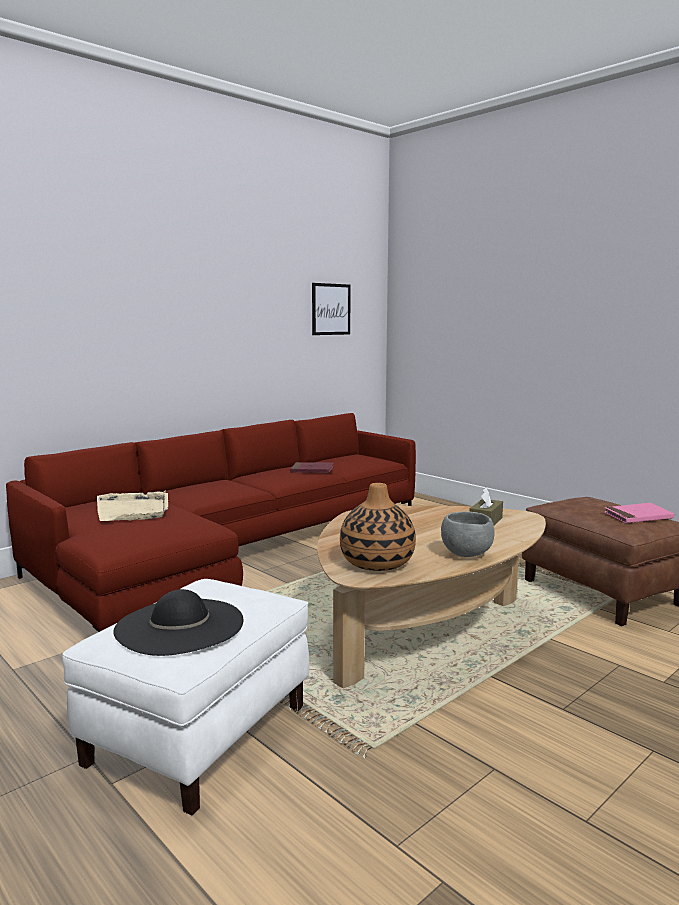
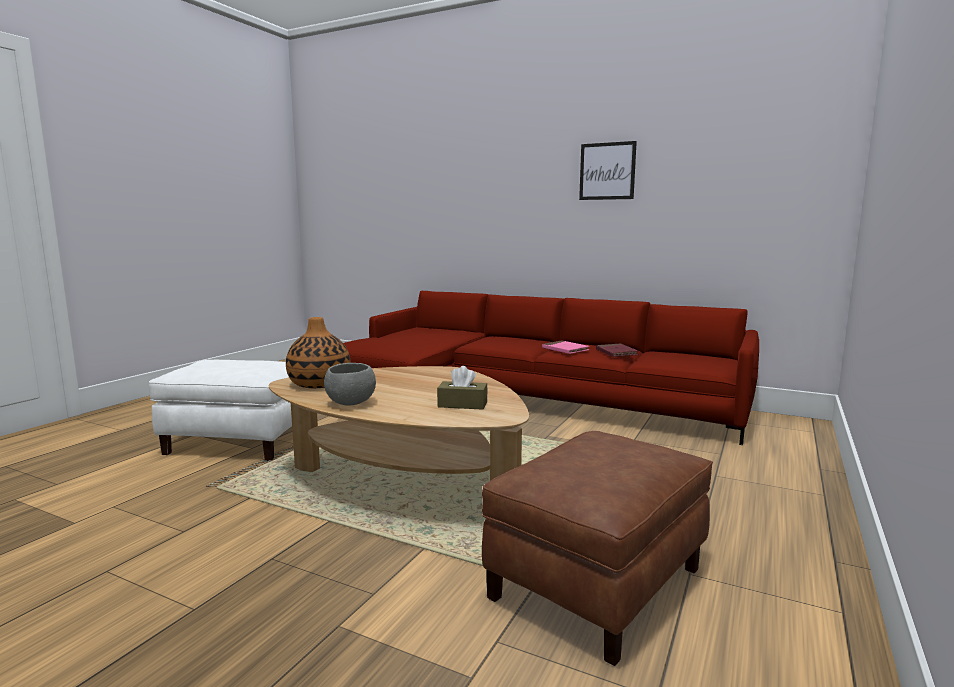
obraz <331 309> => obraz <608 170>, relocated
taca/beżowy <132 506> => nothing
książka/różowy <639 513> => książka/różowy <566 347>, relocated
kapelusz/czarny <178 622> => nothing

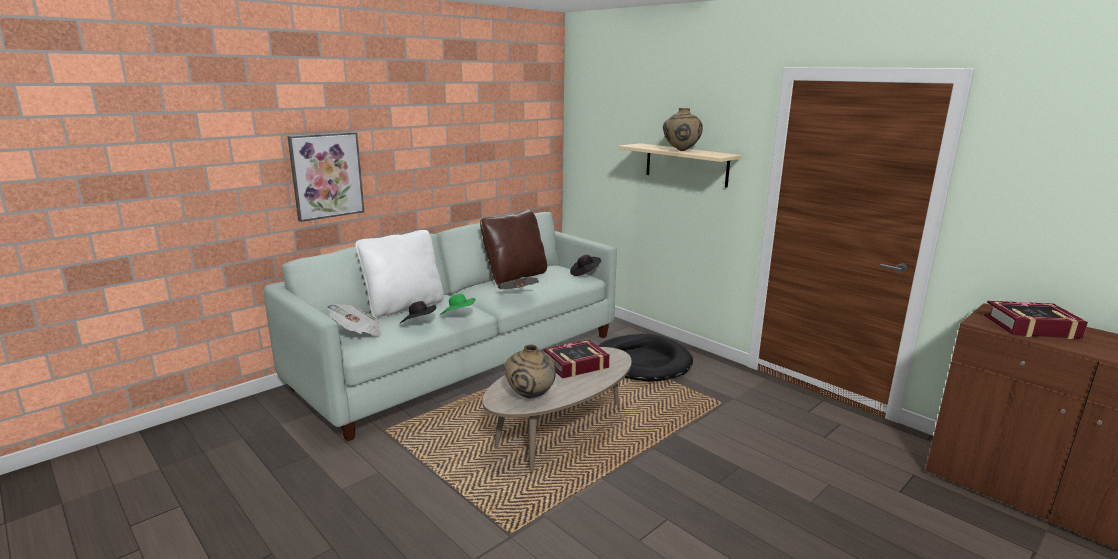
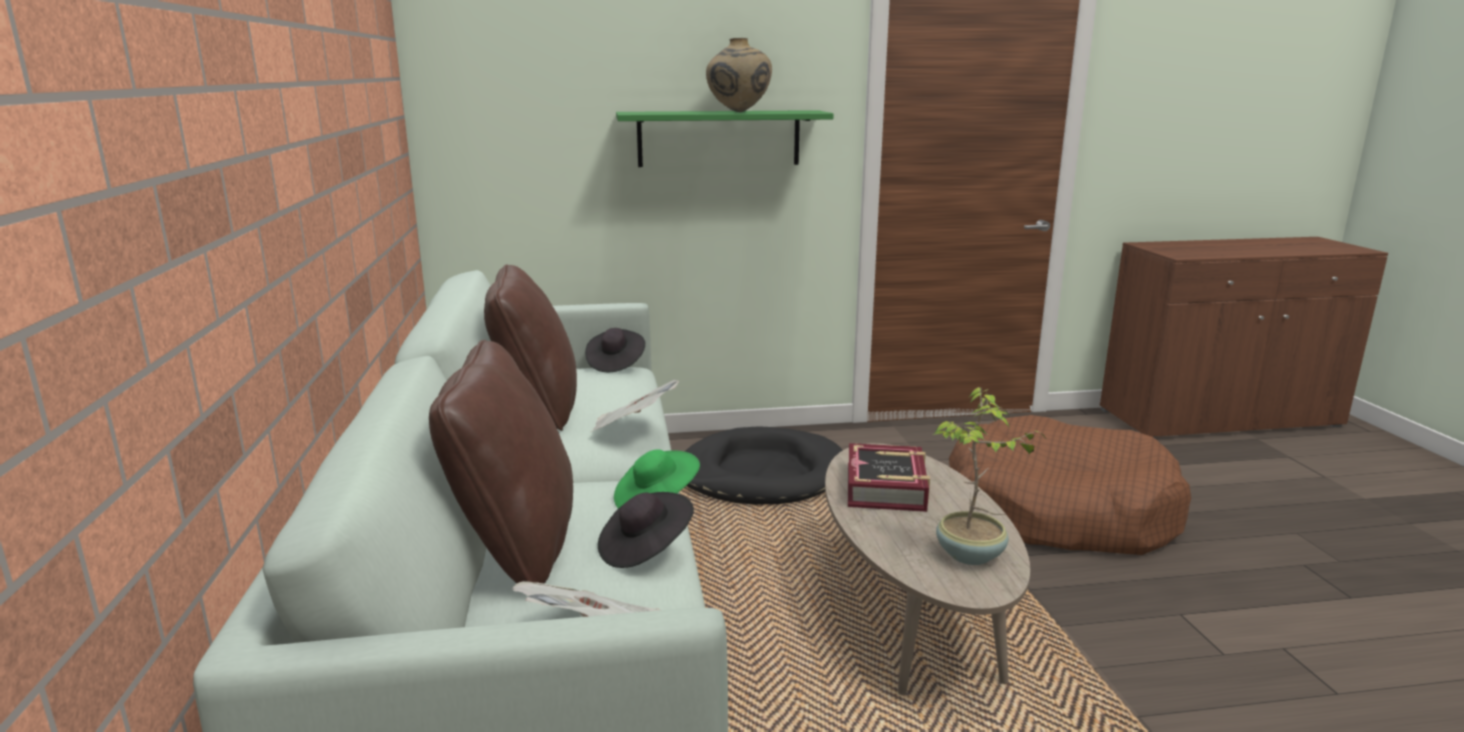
obraz <326 177> => nothing
półka/beżowy <680 165> => półka/zielony <725 138>
poduszka/biały <399 274> => poduszka/brązowy <501 461>
książka <1036 320> => nothing
wazon/beżowy <530 371> => roślina doniczkowa <989 476>
nothing => legowisko/brązowy <1070 485>

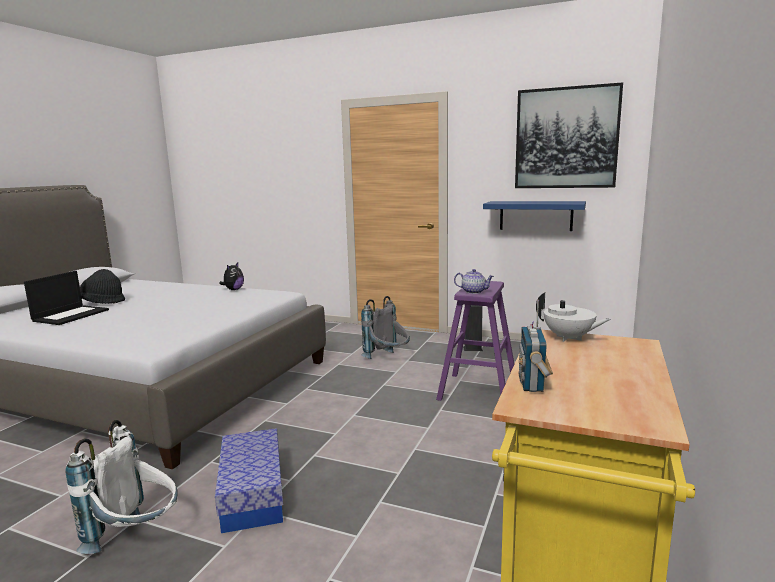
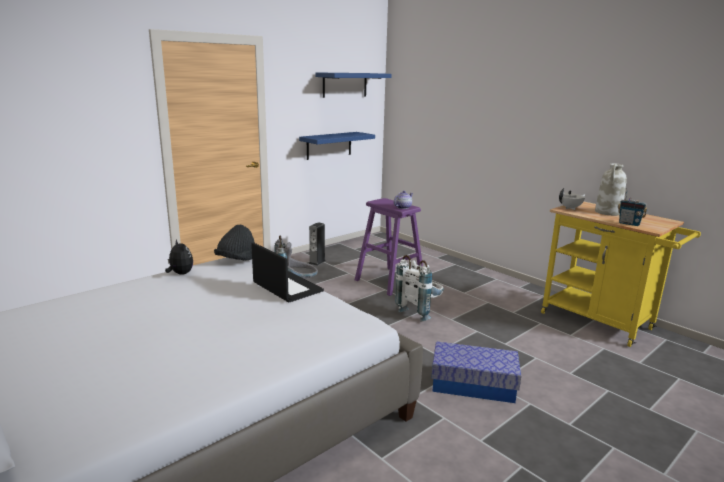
obraz <569 135> => półka/niebieski <354 85>
kapelusz/czarny <102 286> => kapelusz/czarny <234 242>, relocated
laptop <66 298> => laptop <287 272>, relocated
plecak/biały <121 487> => plecak/biały <419 288>, relocated
nothing => wazon/biały <611 190>

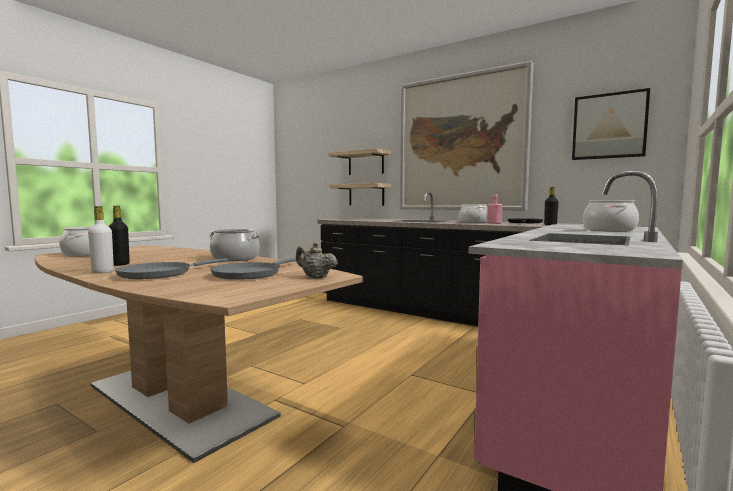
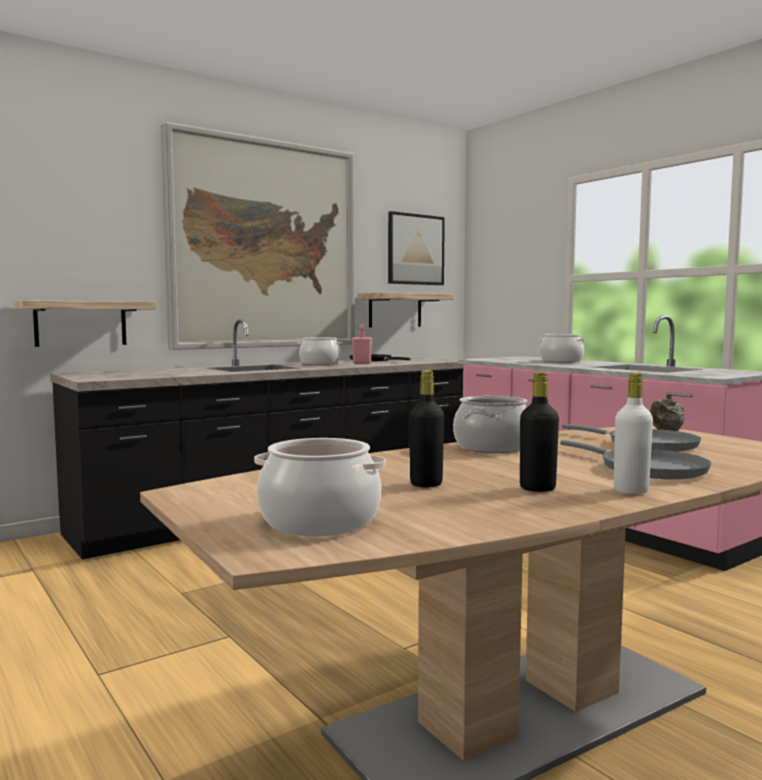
półka <360 161> => półka <406 309>, relocated
butelka/czarny <551 206> => butelka/czarny <426 428>, relocated

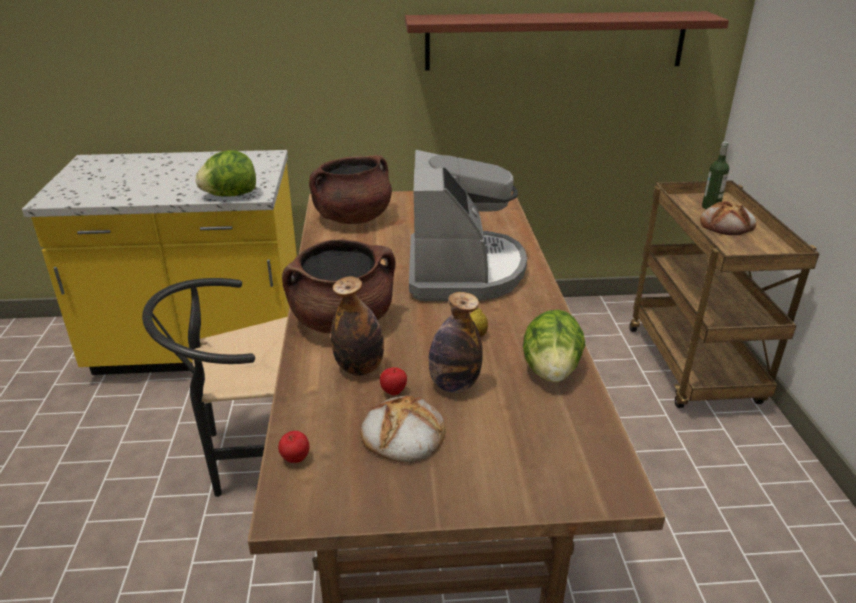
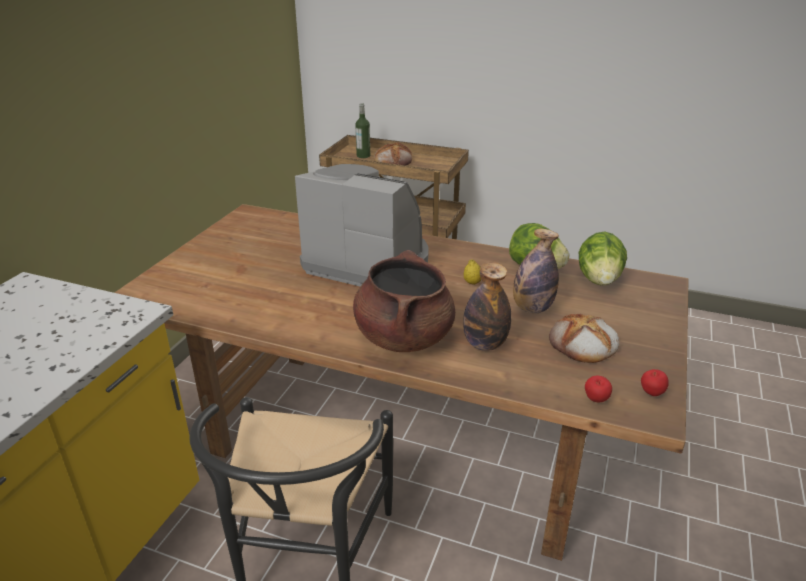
półka <567 41> => nothing
sałata <226 173> => sałata <602 258>, relocated
garnek/brązowy <350 189> => nothing
jabłko <393 381> => jabłko <655 382>, relocated

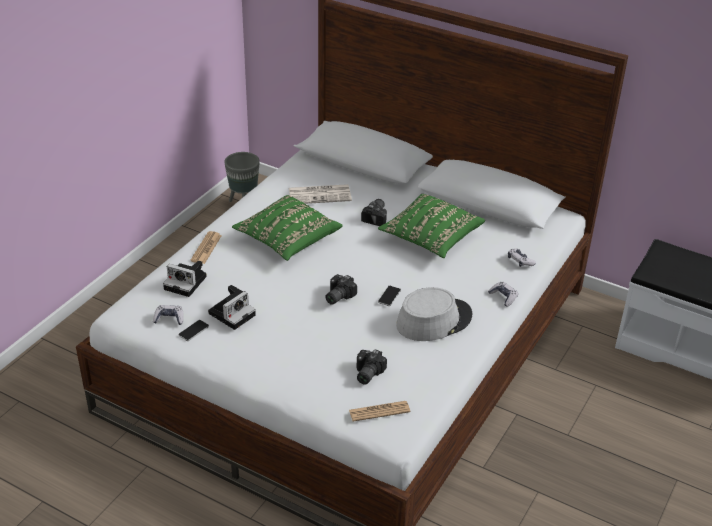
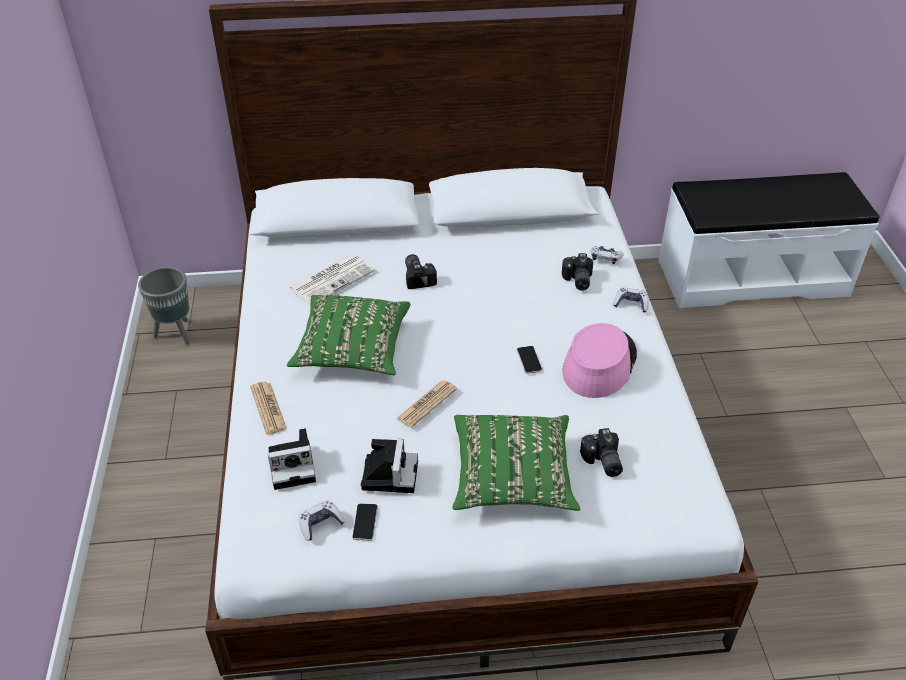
poduszka/zielony <431 226> => poduszka/zielony <516 463>, relocated
aparat fotograficzny <341 289> => aparat fotograficzny <577 272>, relocated
kapelusz/szary <434 314> => kapelusz/różowy <599 360>
gazeta <379 411> => gazeta <426 404>, relocated

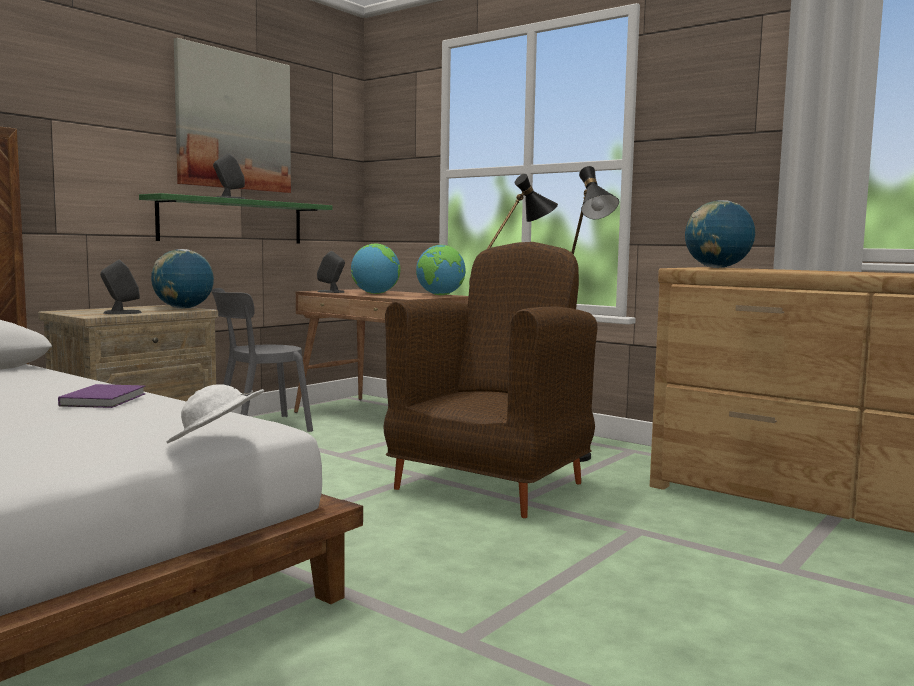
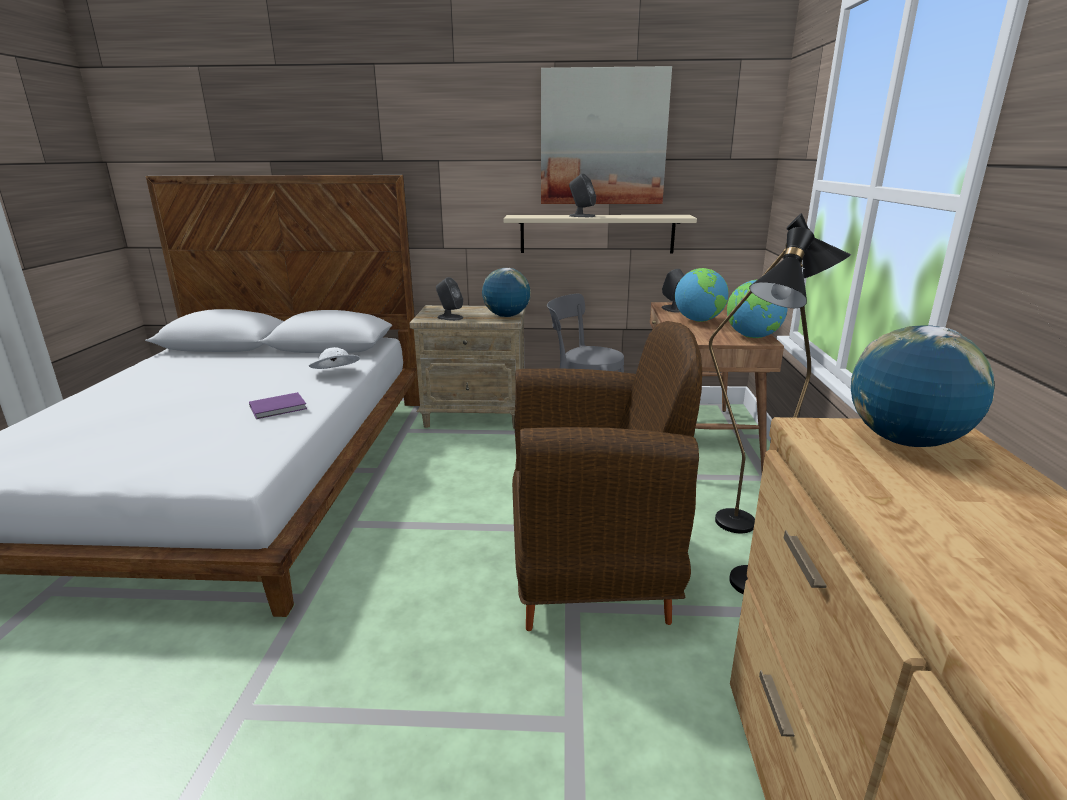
półka/zielony <235 218> => półka/beżowy <600 234>
kapelusz/biały <215 413> => kapelusz/biały <334 358>, relocated

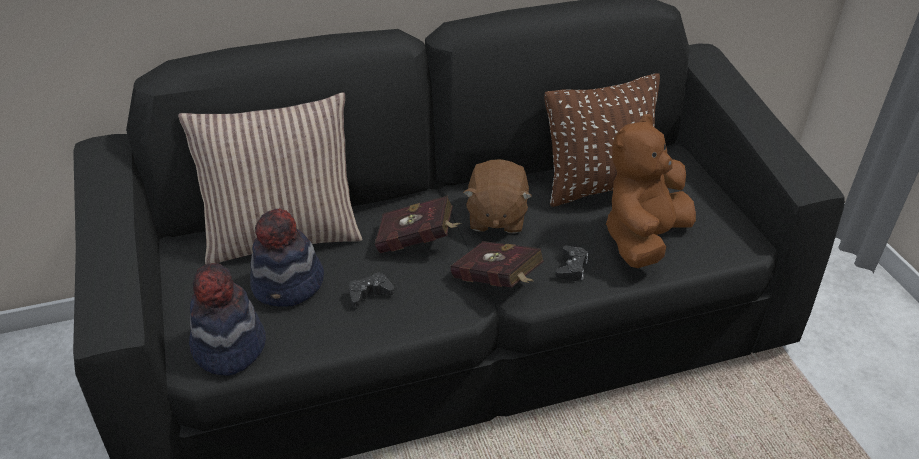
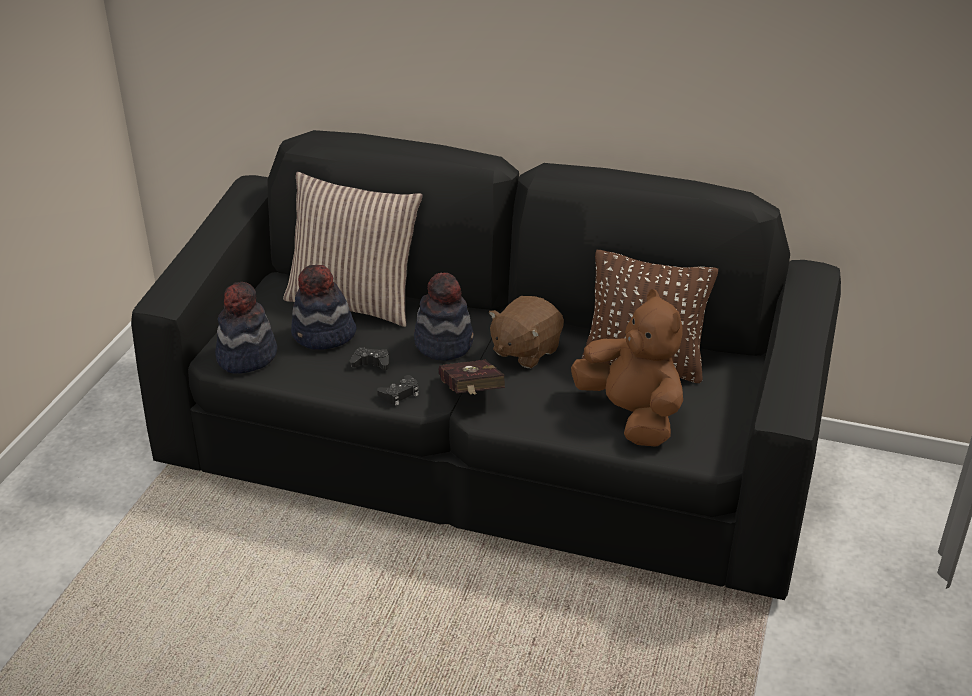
pluszak/brązowy <651 191> => pluszak/brązowy <627 367>, 75 degrees clockwise
książka/czerwony <418 224> => kapelusz <444 316>
pad do gier/czarny <571 263> => pad do gier/czarny <398 390>, relocated

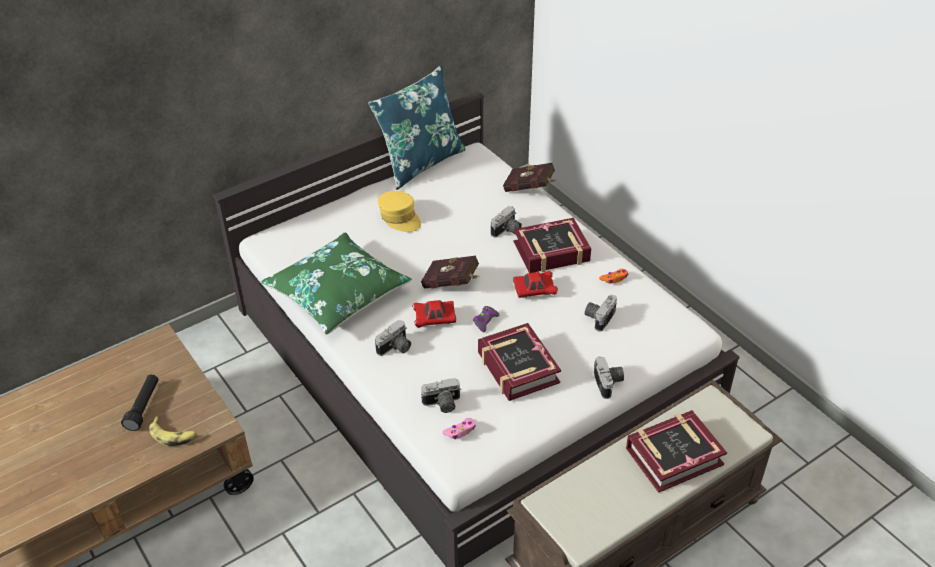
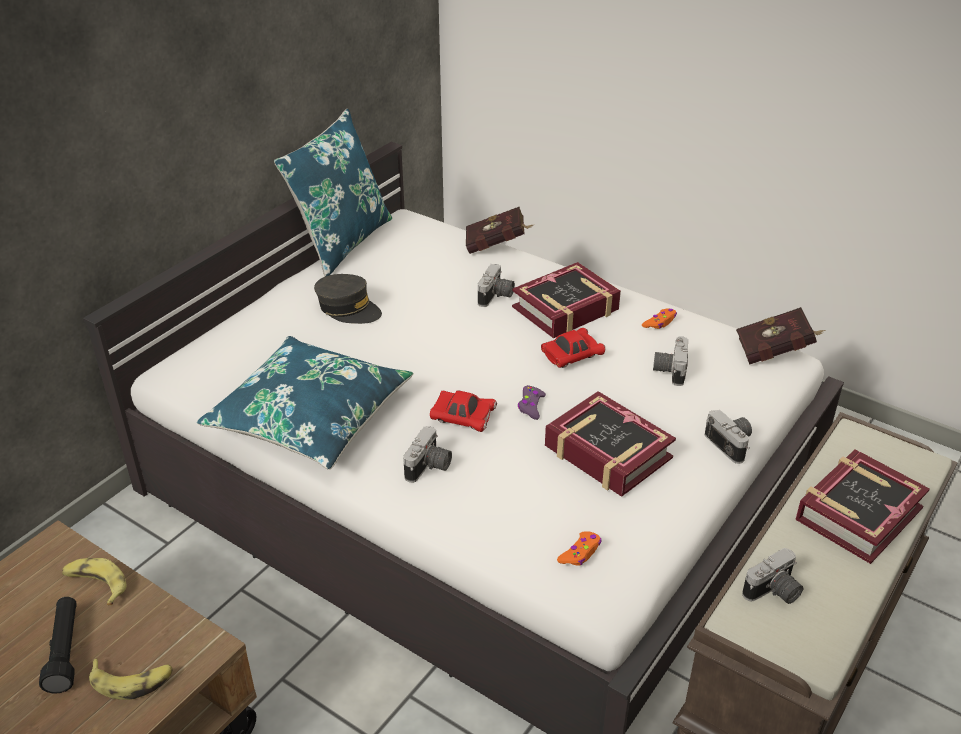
czapka z daszkiem/żółty <399 211> => czapka z daszkiem/szary <348 299>
poduszka/zielony <336 283> => poduszka/niebieski <305 403>
książka/czerwony <450 272> => książka/czerwony <781 336>, relocated
samochodzik/czerwony <434 314> => samochodzik/czerwony <463 411>, 135 degrees counterclockwise
aparat fotograficzny <441 395> => aparat fotograficzny <773 576>, relocated
pad do gier/różowy <459 428> => pad do gier/pomarańczowy <579 548>
nothing => banan <94 581>

